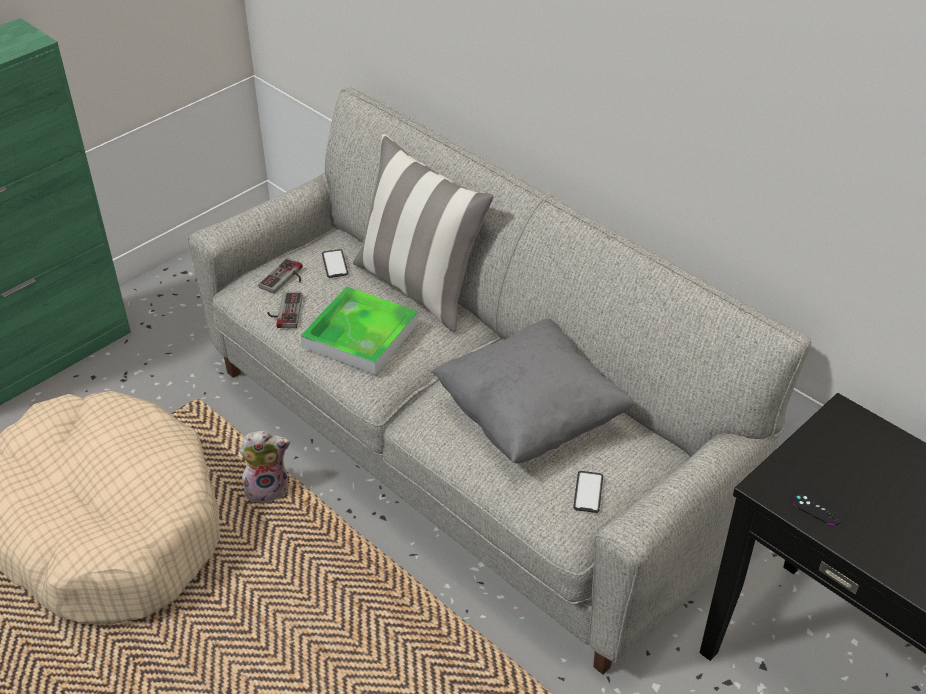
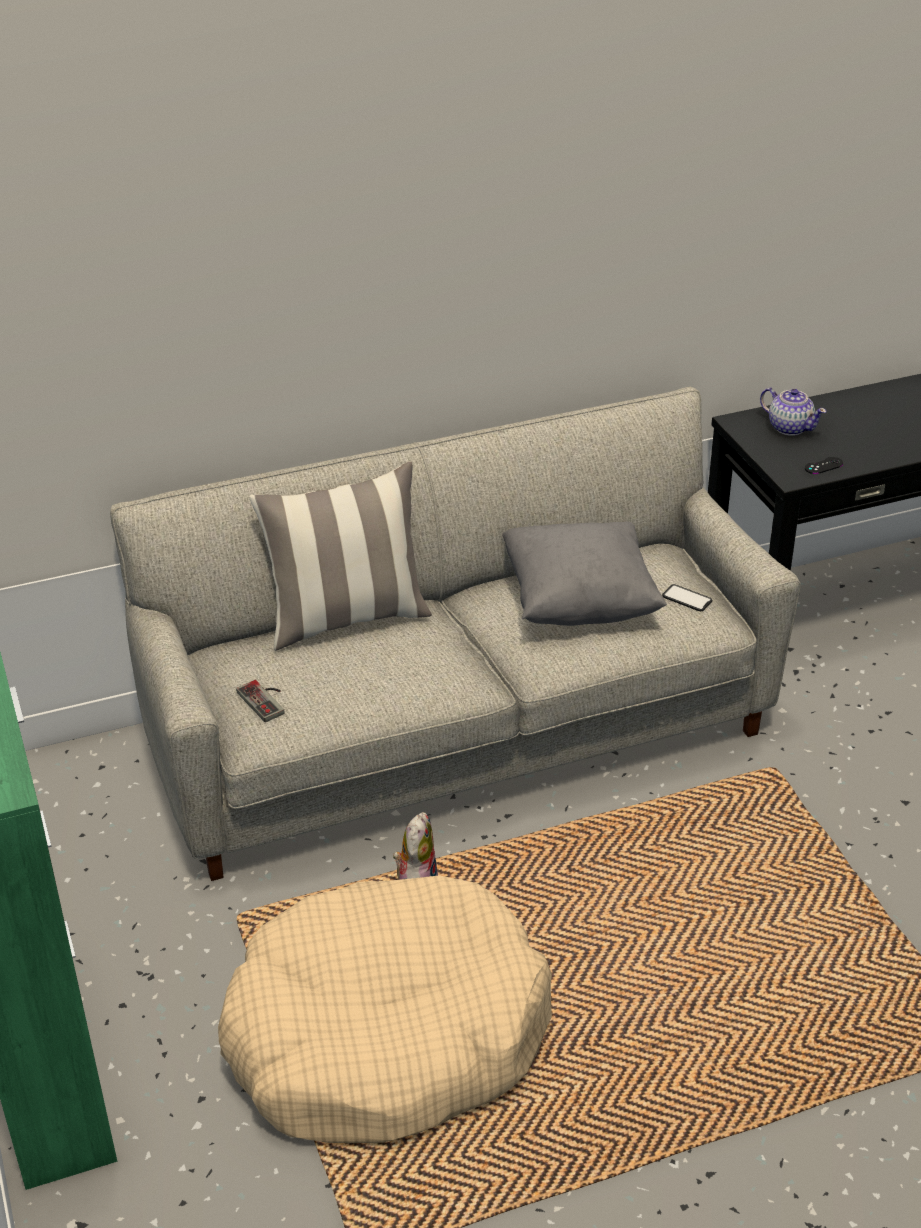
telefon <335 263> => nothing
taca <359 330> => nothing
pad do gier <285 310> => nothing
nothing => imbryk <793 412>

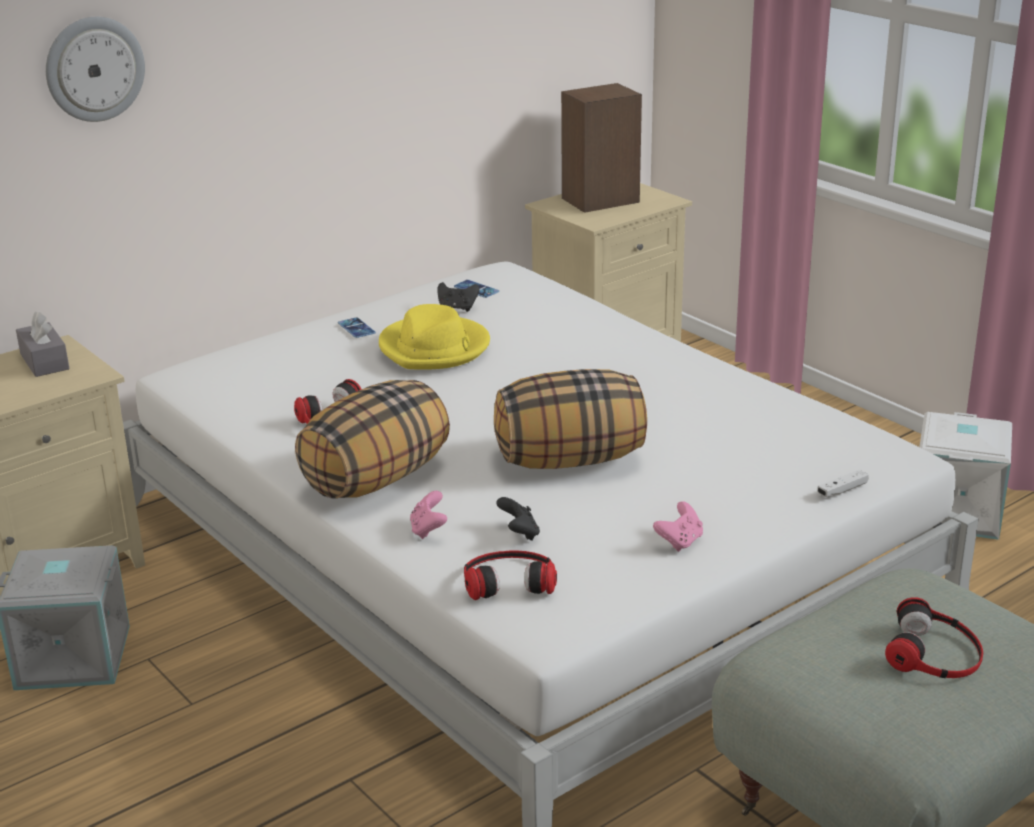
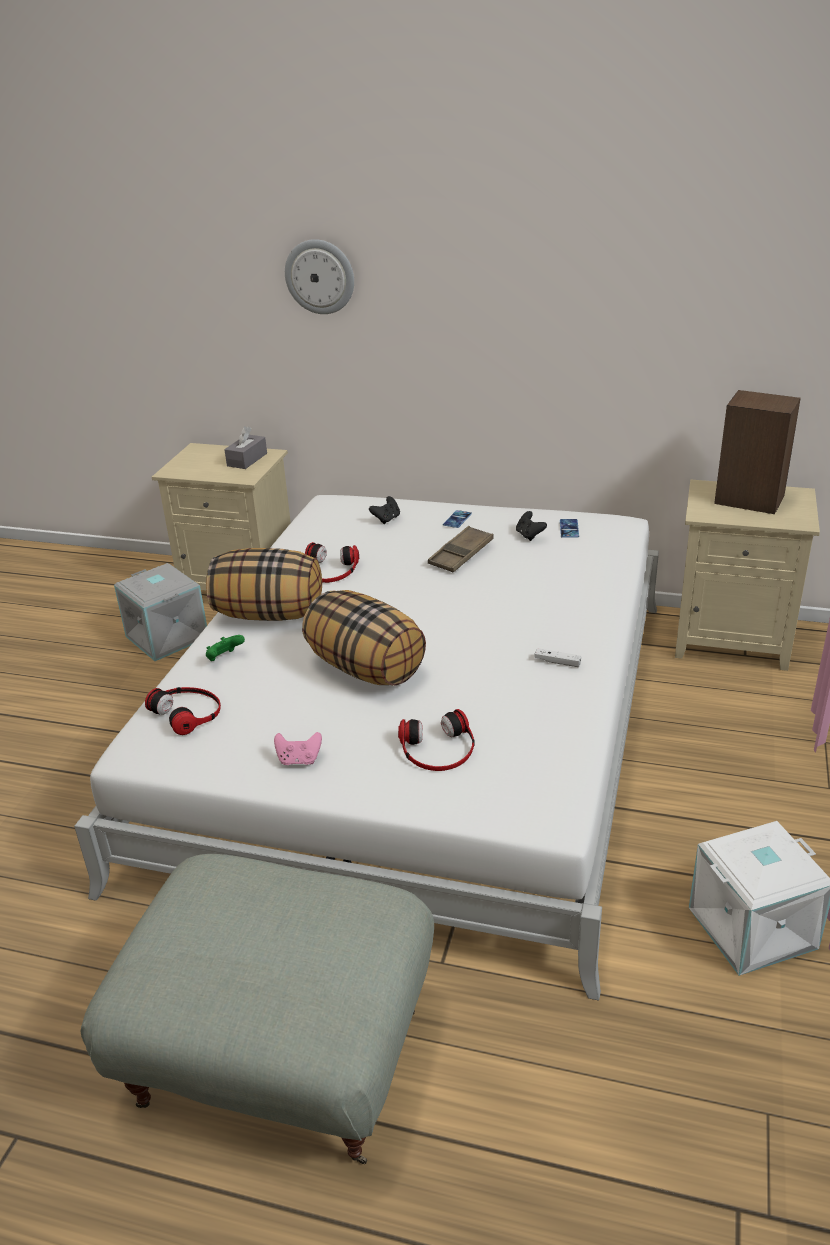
kapelusz/żółty <434 337> => taca/brązowy <461 549>
pad do gier/biały <843 483> => pad do gier/biały <557 657>, relocated
pad do gier/różowy <428 515> => pad do gier/zielony <225 648>
pad do gier/czarny <518 519> => pad do gier/czarny <384 510>, relocated
słuchawki <934 637> => słuchawki <436 740>, relocated

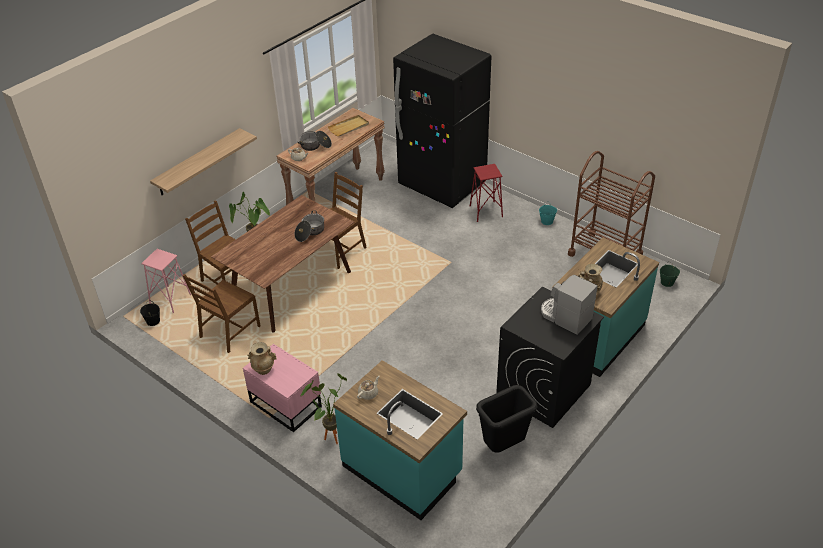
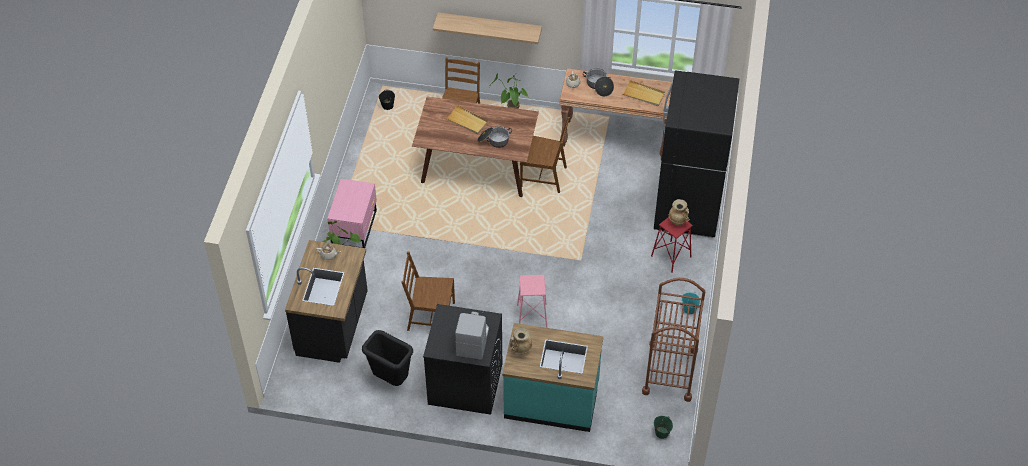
stołek/różowy <166 281> => stołek/różowy <532 301>, relocated
krzesło/brązowy <222 313> => krzesło/brązowy <428 291>, relocated
wazon/beżowy <262 358> => wazon/beżowy <679 212>, relocated
zabudowa kuchenna/turkusowy <400 440> => zabudowa kuchenna/czarny <326 301>
nothing => taca/beżowy <466 119>

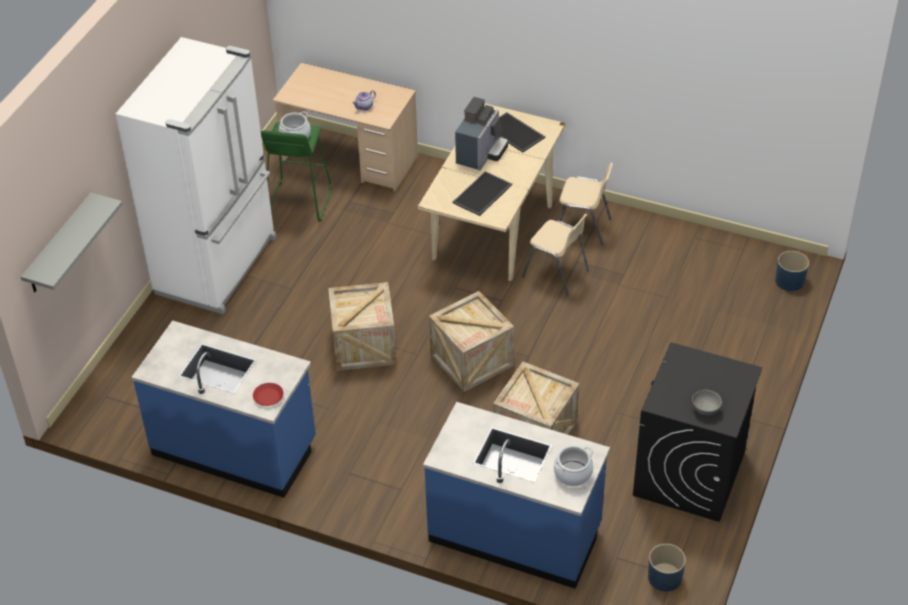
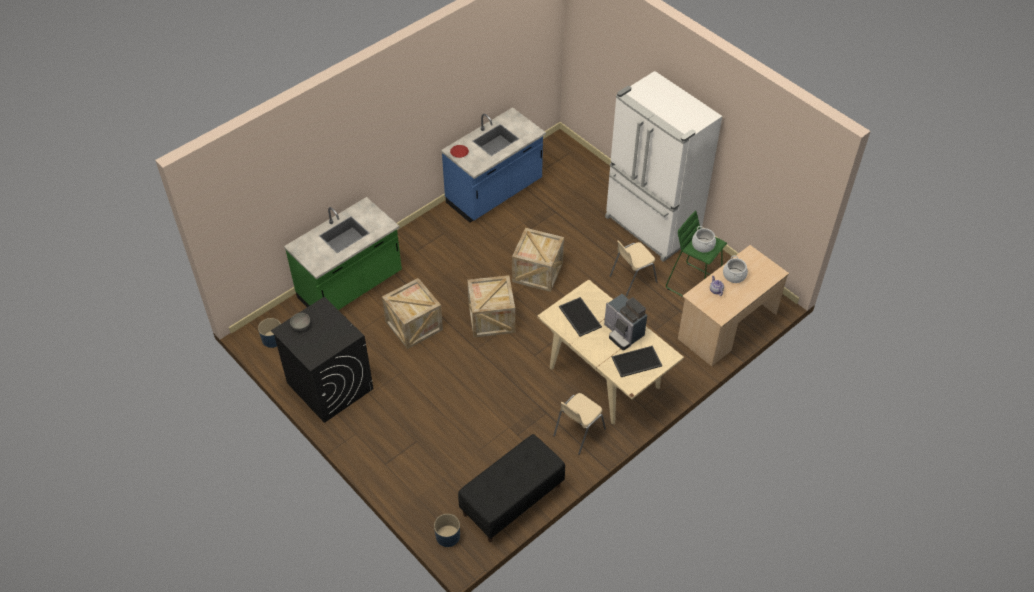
półka/szary <72 242> => nothing
krzesło/beżowy <555 255> => krzesło/beżowy <633 268>, relocated
zabudowa kuchenna/niebieski <516 495> => zabudowa kuchenna/zielony <343 253>
garnek <573 466> => garnek <735 269>, relocated
nothing => ławka/czarny <511 488>

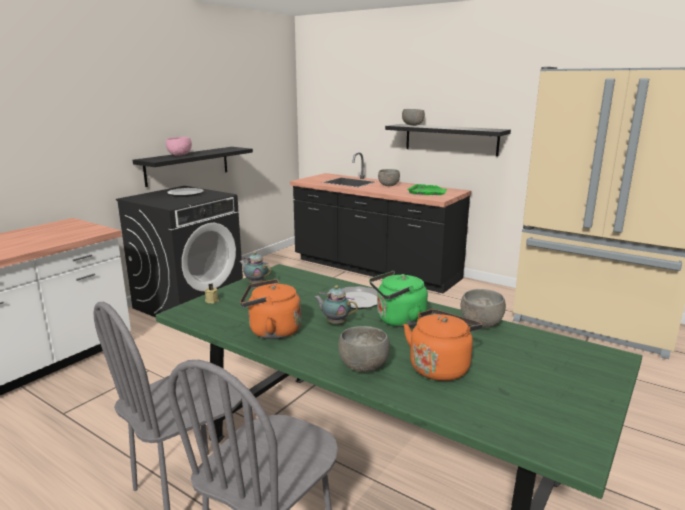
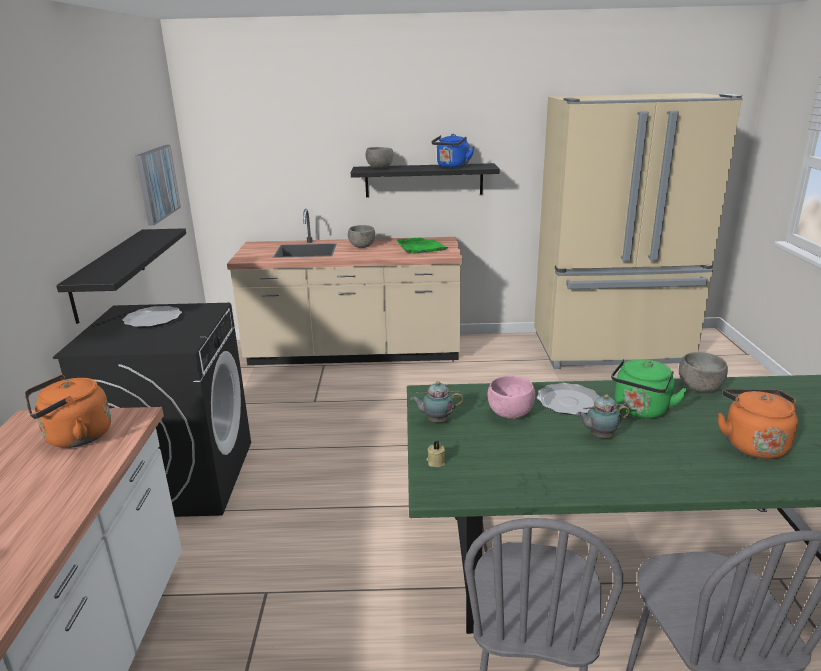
miska/różowy <179 146> => miska/różowy <511 397>, relocated
zabudowa kuchenna/czarny <380 222> => zabudowa kuchenna/beżowy <344 287>
czajnik/pomarańczowy <270 309> => czajnik/pomarańczowy <68 411>, relocated
miska/szary <364 349> => nothing
nothing => czajnik/niebieski <453 151>
nothing => obraz <158 185>

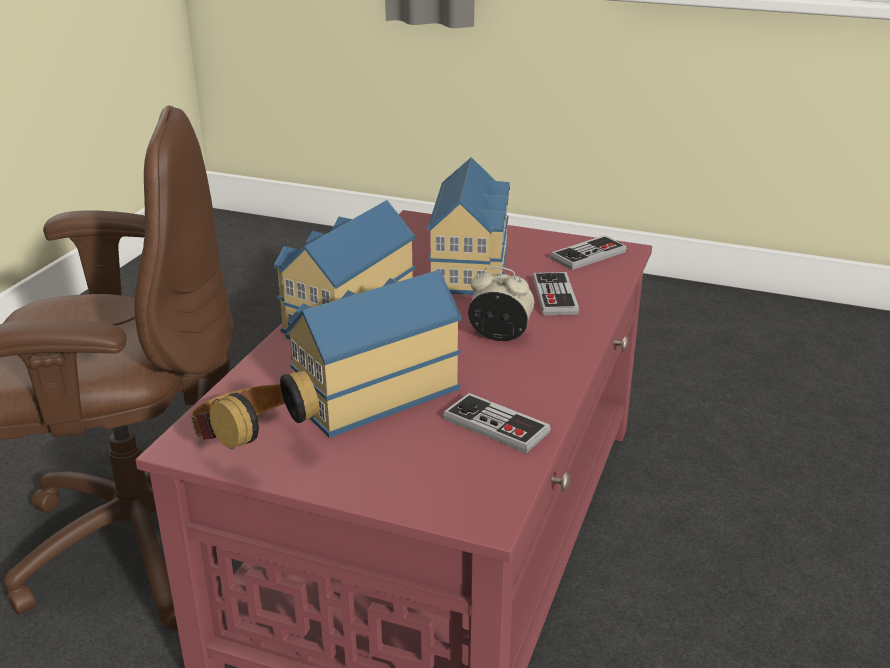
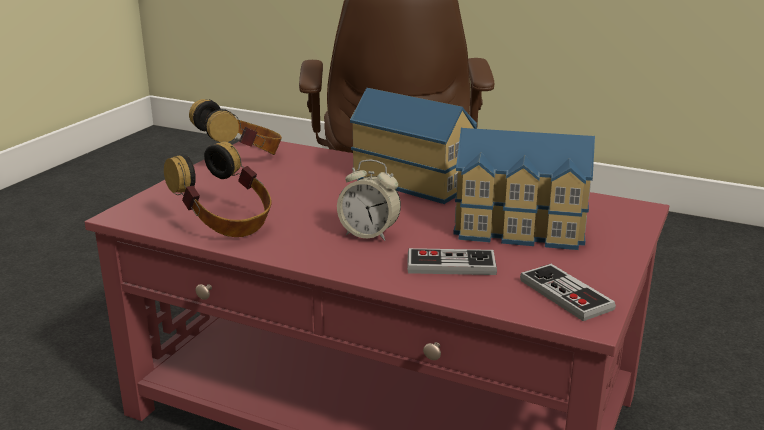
budzik <501 303> => budzik <369 200>, 90 degrees clockwise
domek <374 354> => nothing
pad do gier <497 423> => słuchawki <218 189>

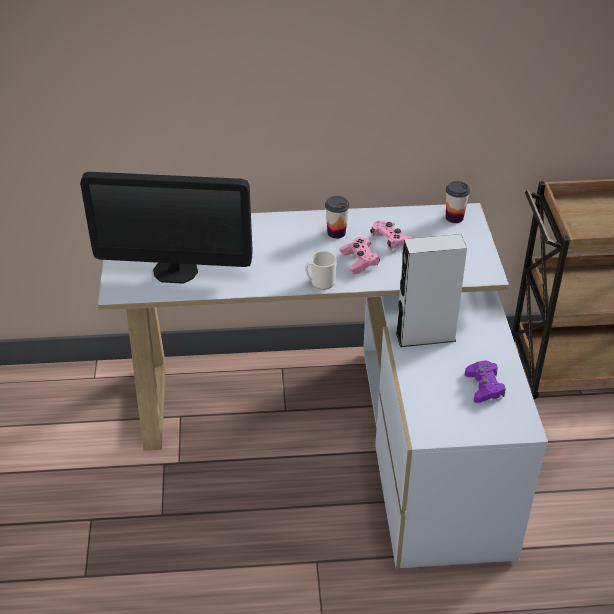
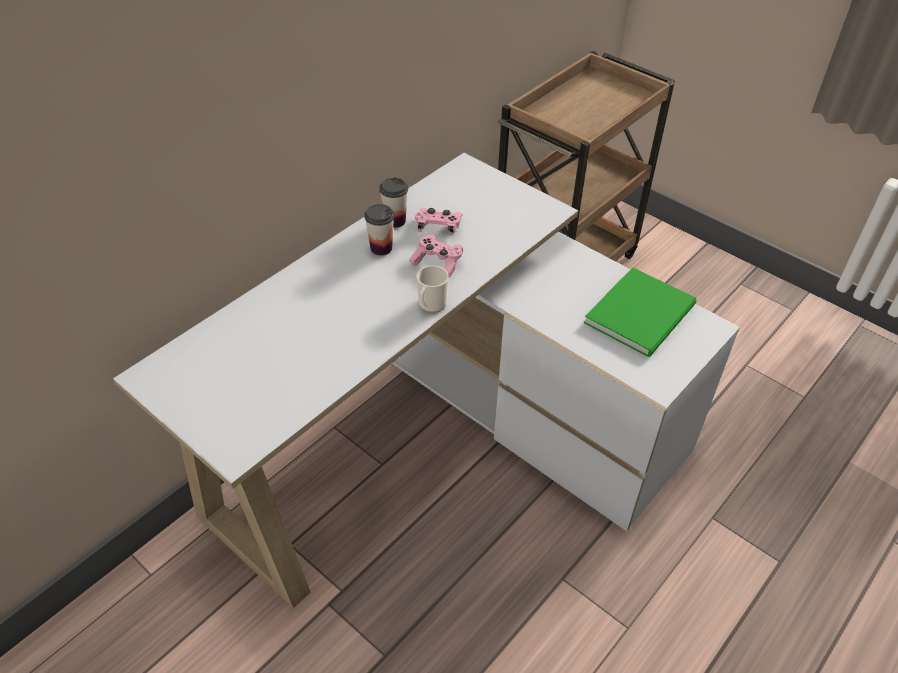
monitor <166 228> => nothing
filiżanka <458 202> => filiżanka <393 202>, relocated
głośnik/szary <431 290> => nothing
pad do gier/fioletowy <485 382> => książka/zielony <640 312>

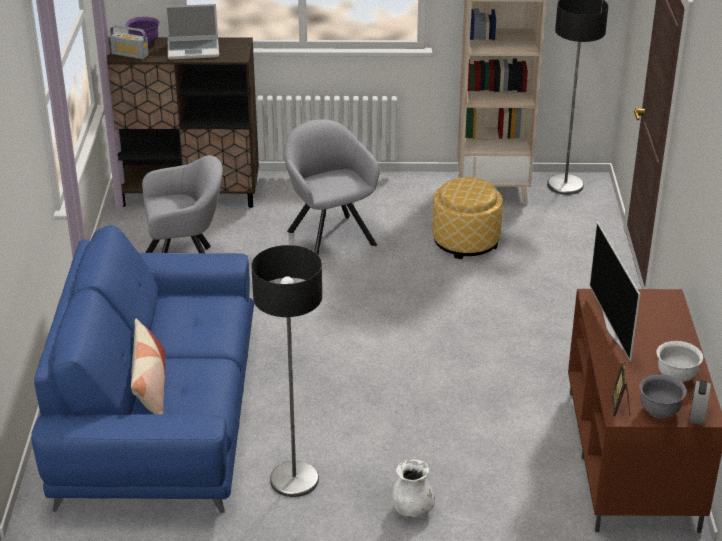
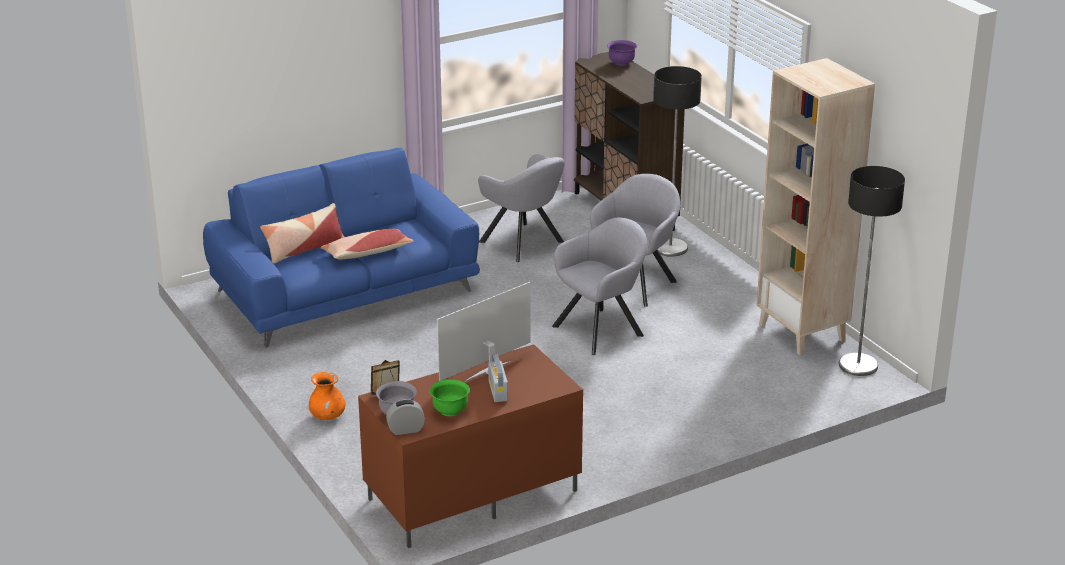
laptop <192 32> => nothing
radio <129 42> => radio <498 378>, relocated
pufa <467 218> => nothing
lampa stojąca <286 371> => lampa stojąca <677 161>, relocated
miska/biały <680 362> => miska/zielony <450 397>
wazon/biały <413 488> => wazon/pomarańczowy <327 396>
nothing => fotel/szary <599 286>
nothing => poduszka <367 244>

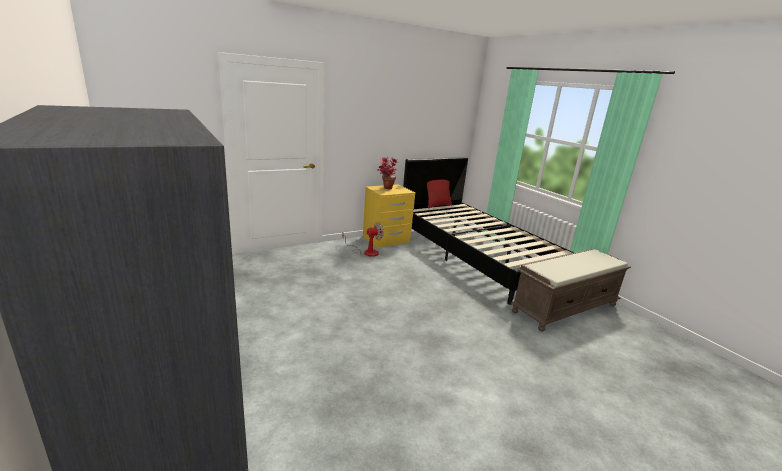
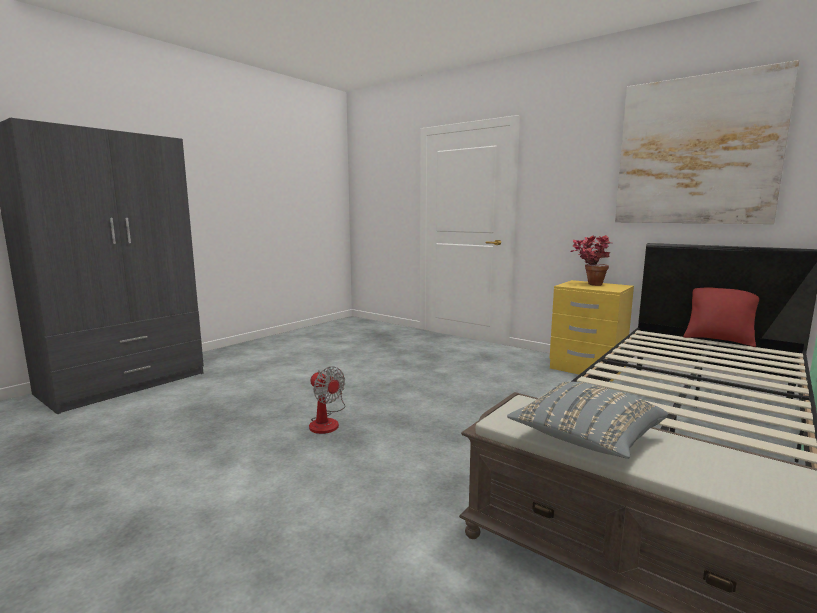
wentylator <363 239> => wentylator <327 400>, relocated
nothing => obraz <707 142>
nothing => poduszka/szary <587 420>

